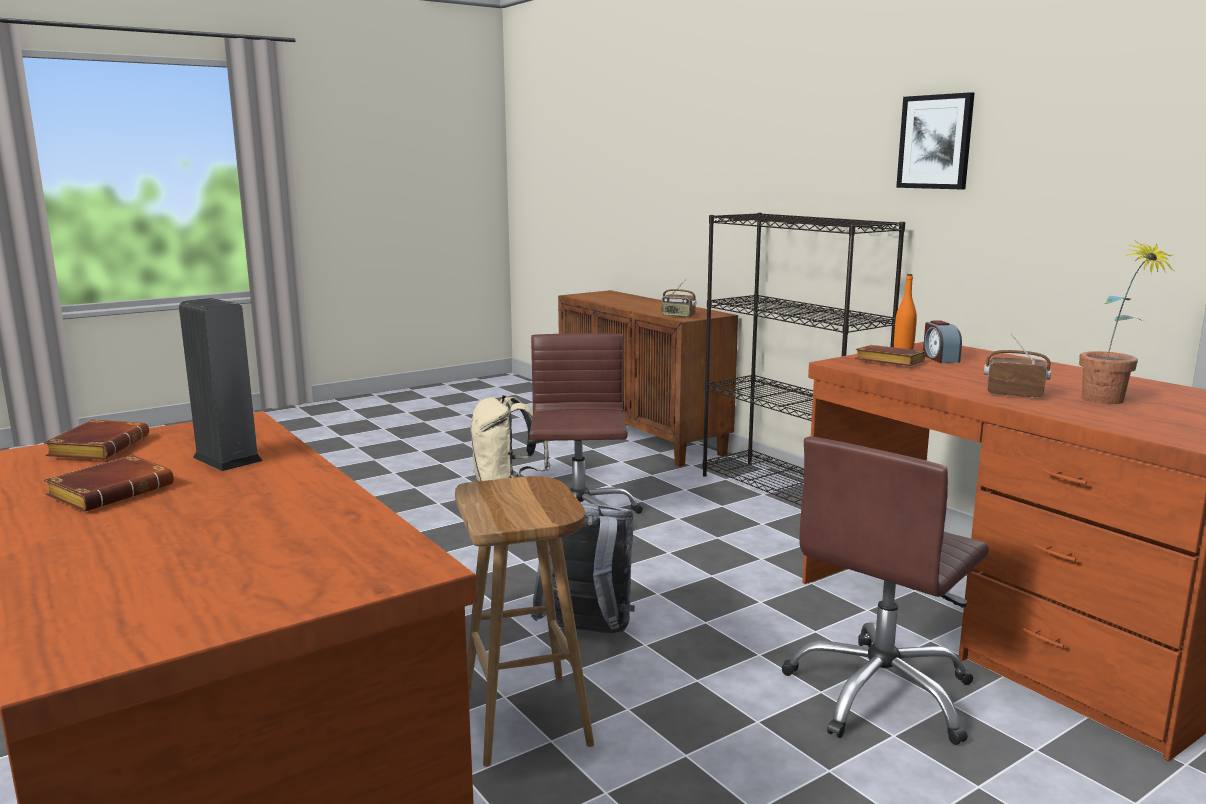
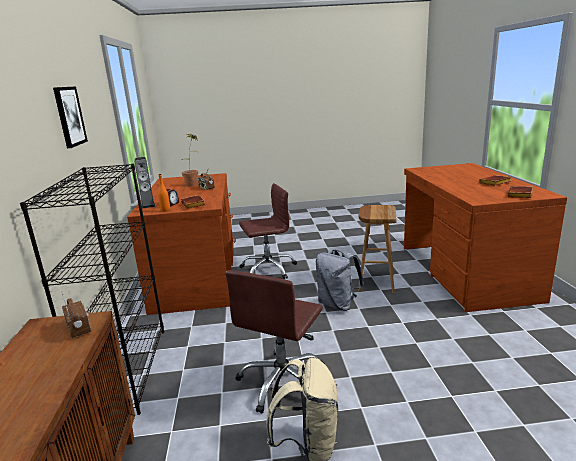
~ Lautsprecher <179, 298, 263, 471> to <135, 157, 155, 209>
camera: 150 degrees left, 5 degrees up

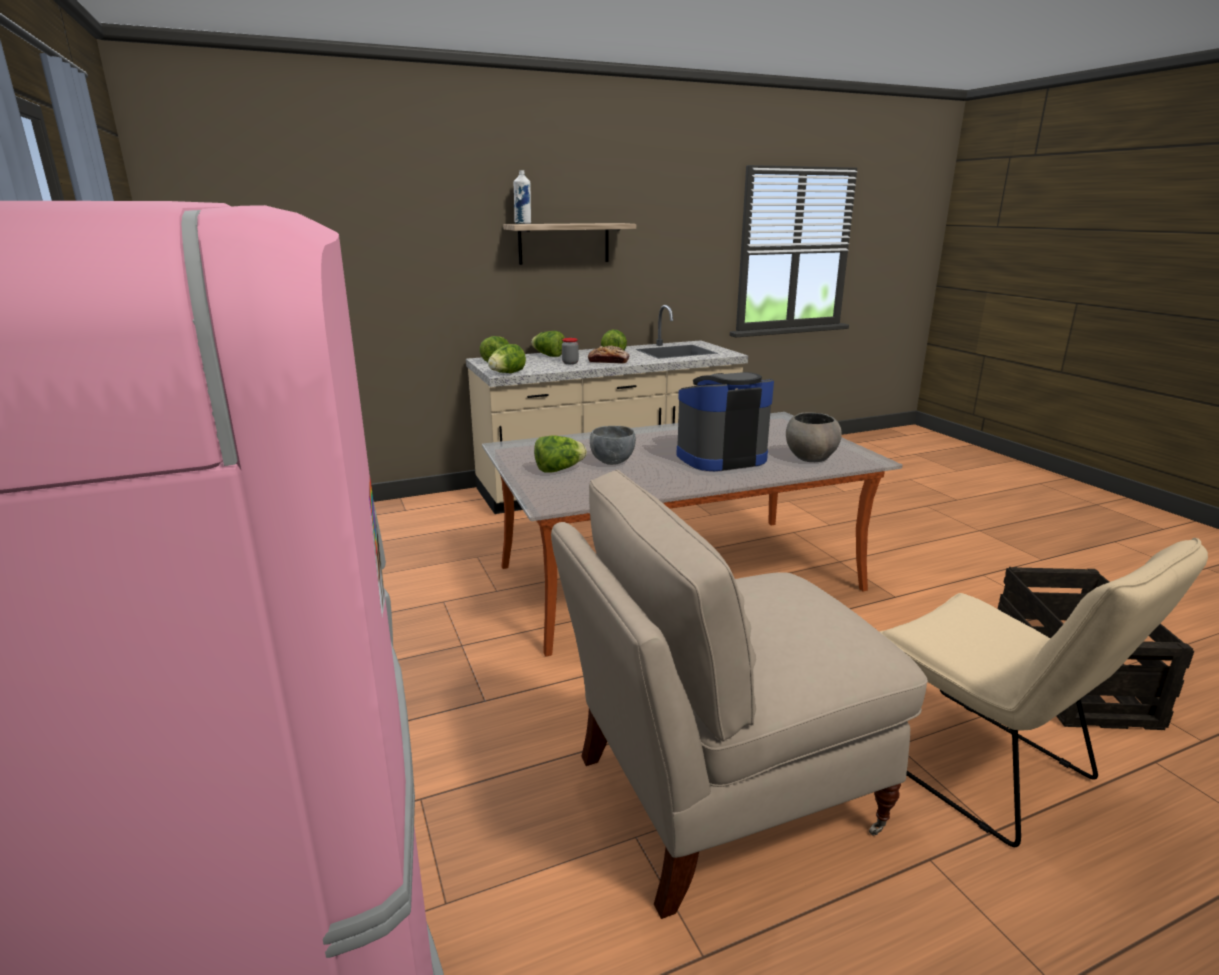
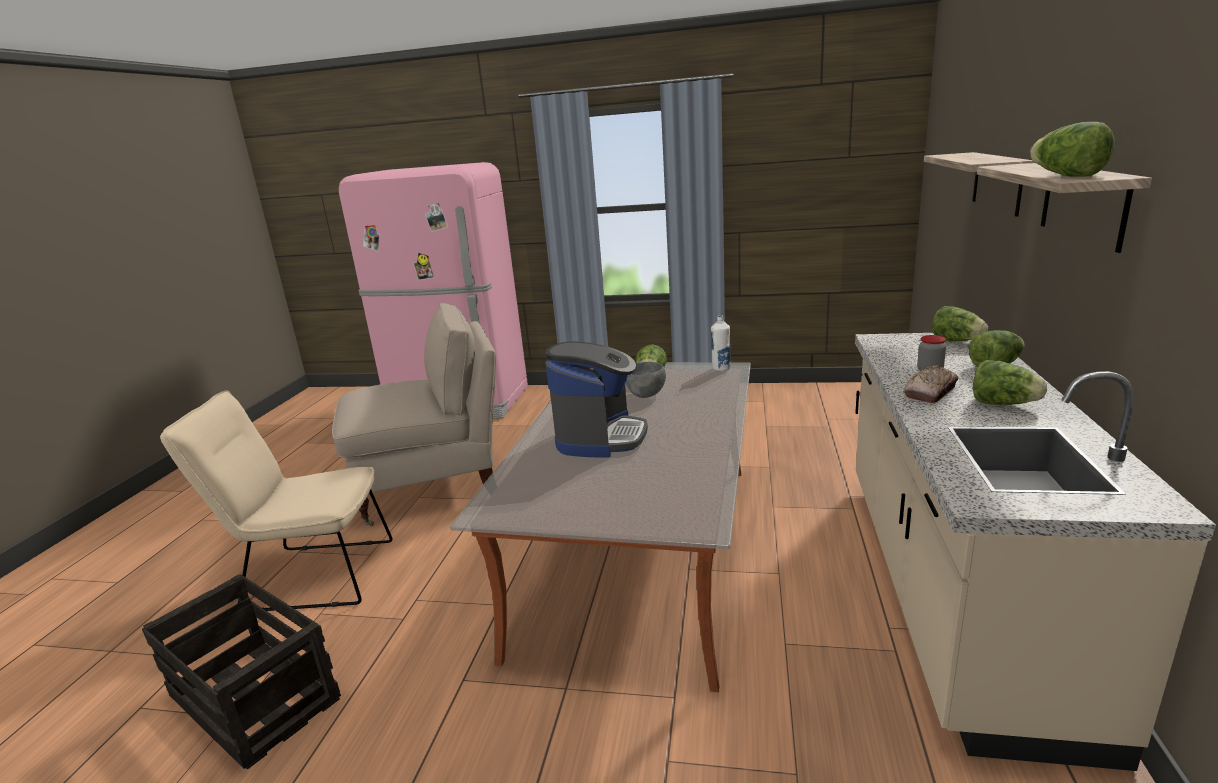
~ Stuhl/beige <551, 469, 928, 919> = <332, 303, 496, 526> 60 degrees clockwise
~ Flasche/weiß <514, 170, 531, 224> to <711, 315, 731, 371>
+ Wandregal <924, 152, 1034, 217>
~ Salatkopf <488, 344, 526, 373> to <1030, 122, 1115, 177>
- Schüssel/grau <786, 412, 842, 462>
camera: 125 degrees right, 0 degrees up

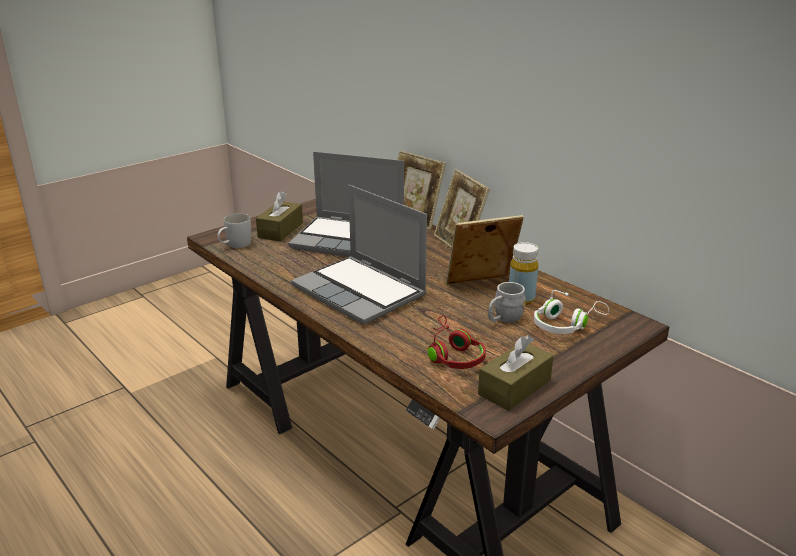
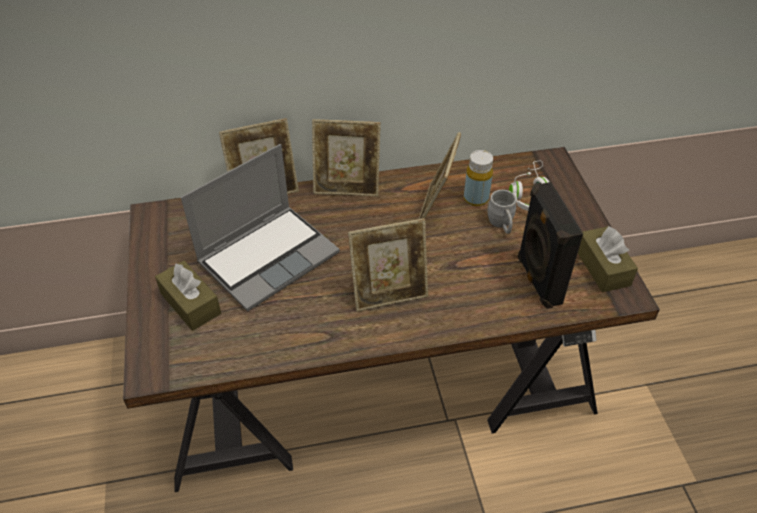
~ Laptop <291, 185, 427, 325> to Bilderrahmen <348, 218, 428, 312>
~ Kopfhörer/rot <428, 315, 486, 369> to Lautsprecher/schwarz <518, 182, 583, 309>
- Henkelbecher/weiß <217, 213, 251, 248>
camera: 60 degrees left, 20 degrees up

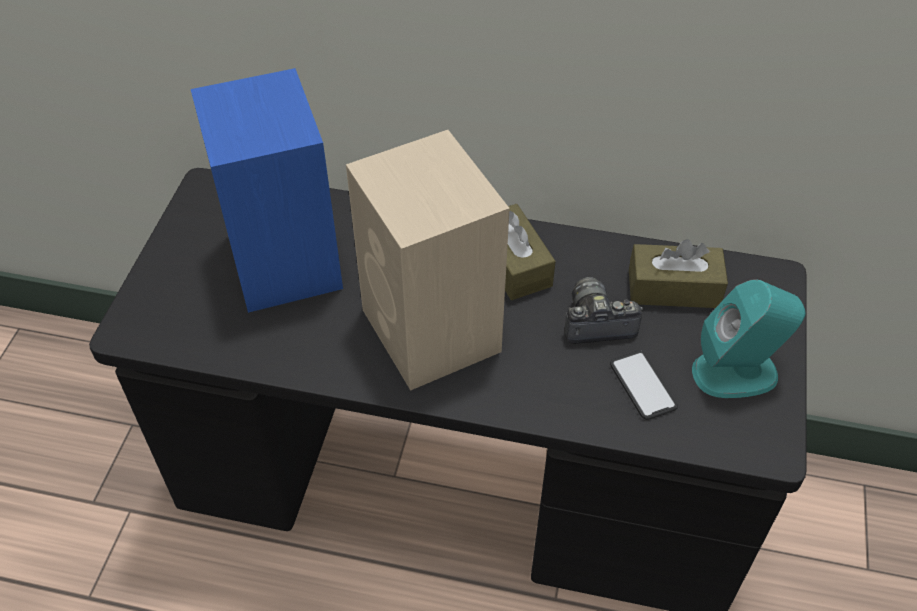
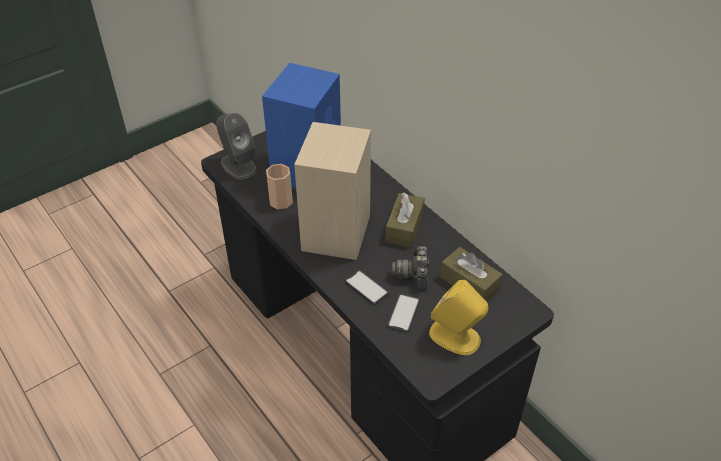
+ Lautsprecher/grau <216, 113, 257, 179>
+ Tasse <266, 164, 293, 209>
+ Handy <345, 270, 389, 305>
~ Kamera <564, 277, 643, 344> = <392, 246, 429, 290> 120 degrees counterclockwise
~ Lautsprecher/türkis <692, 279, 805, 398> to Lautsprecher/gelb <429, 280, 488, 355>
camera: 40 degrees right, 5 degrees down

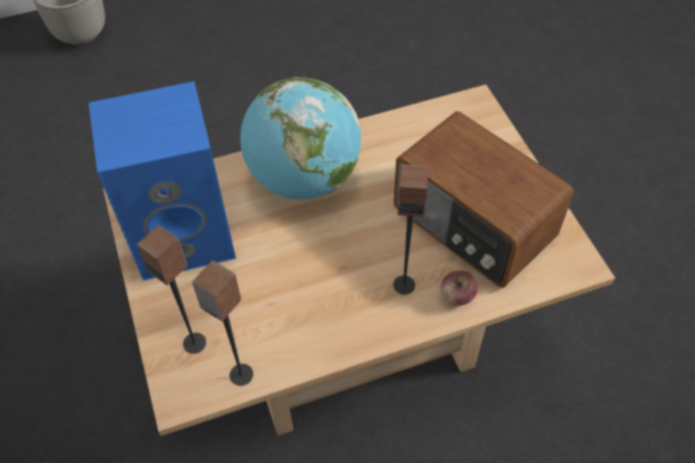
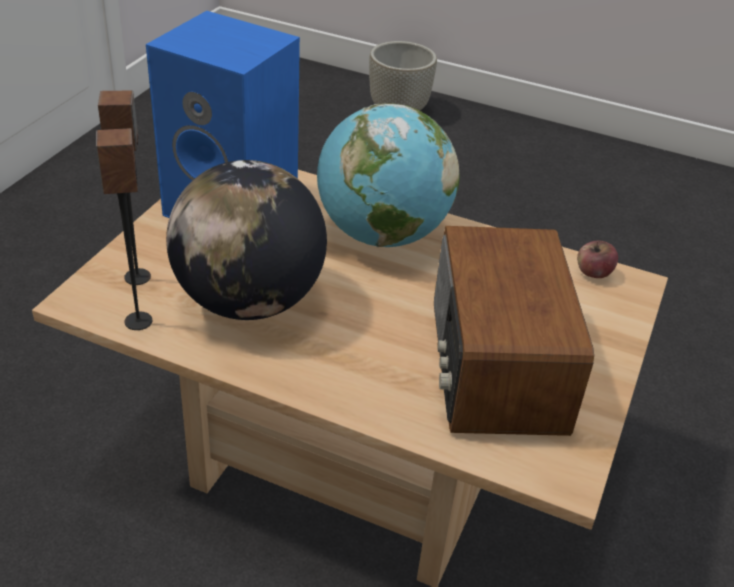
+ Globus <166, 160, 327, 320>
~ Apfel <440, 271, 478, 306> to <577, 241, 618, 278>
- Lautsprecher <393, 165, 428, 295>
camera: 40 degrees right, 15 degrees down

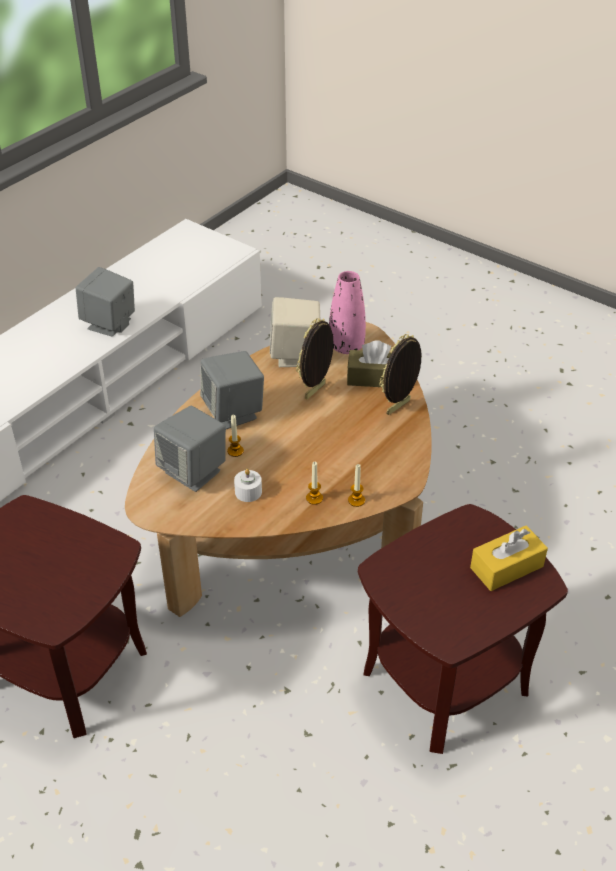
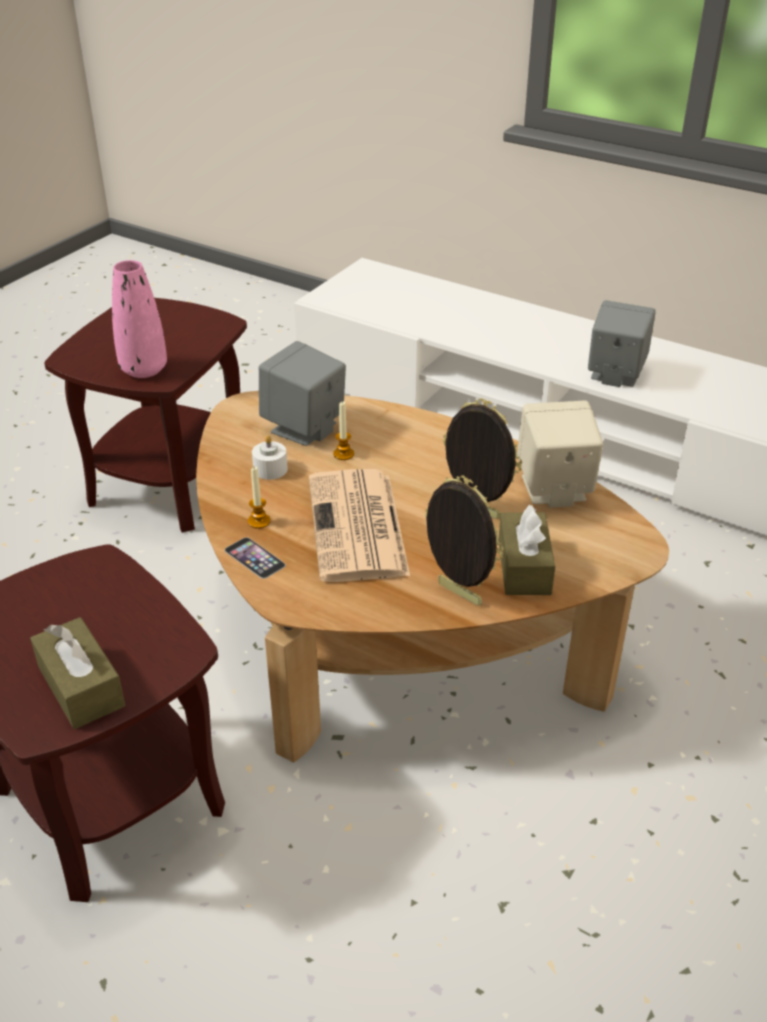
~ Taschentuchbox/gelb <470, 525, 548, 591> to Taschentuchbox/braun <30, 617, 125, 729>
~ Vase/rosa <329, 271, 366, 354> to <112, 260, 167, 378>
~ Kerze <348, 464, 365, 507> to Handy <225, 537, 286, 579>
+ Zeitung <309, 469, 410, 582>
- Lautsprecher/grau <200, 351, 264, 429>
camera: 85 degrees right, 5 degrees down

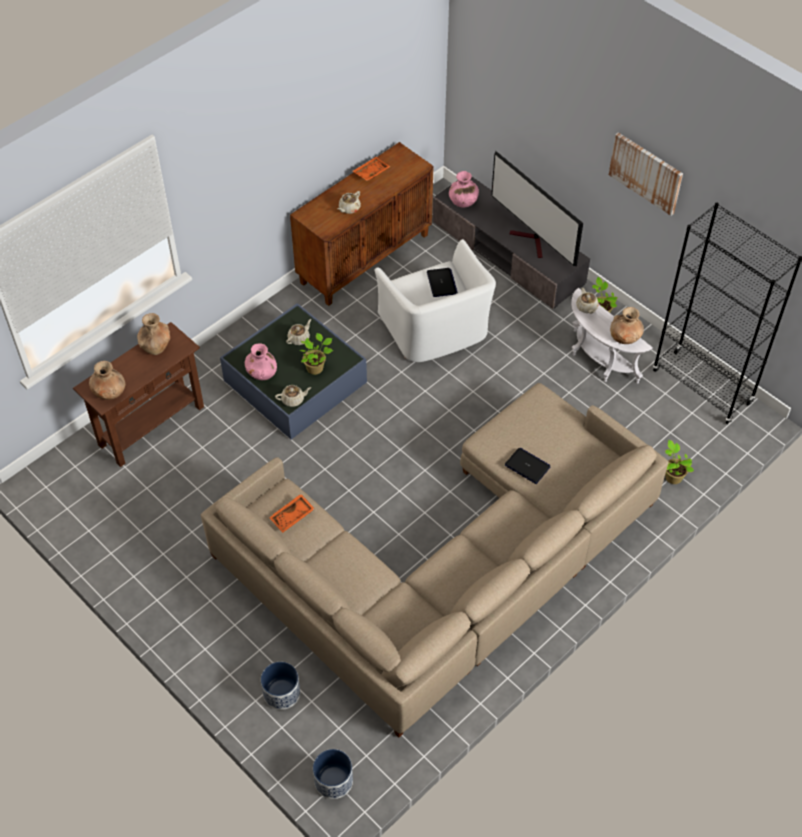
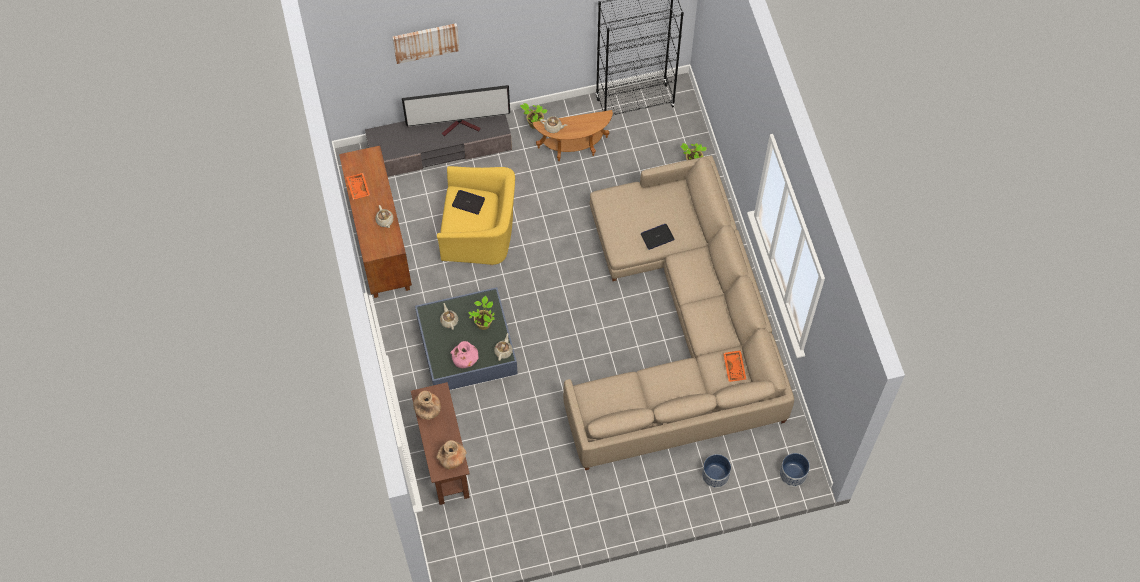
~ Bild <609, 132, 683, 216> to <392, 23, 460, 64>
~ Sessel/weiß <374, 239, 496, 362> to Sessel/gelb <437, 166, 515, 266>
~ Beistelltisch/weiß <571, 288, 653, 383> to Beistelltisch/braun <533, 110, 613, 161>
~ Tablett/orange <269, 494, 315, 533> to <723, 350, 746, 382>
- Vase/rosa <449, 171, 479, 208>
- Vase/braun <610, 307, 644, 344>
camera: 60 degrees left, 10 degrees up

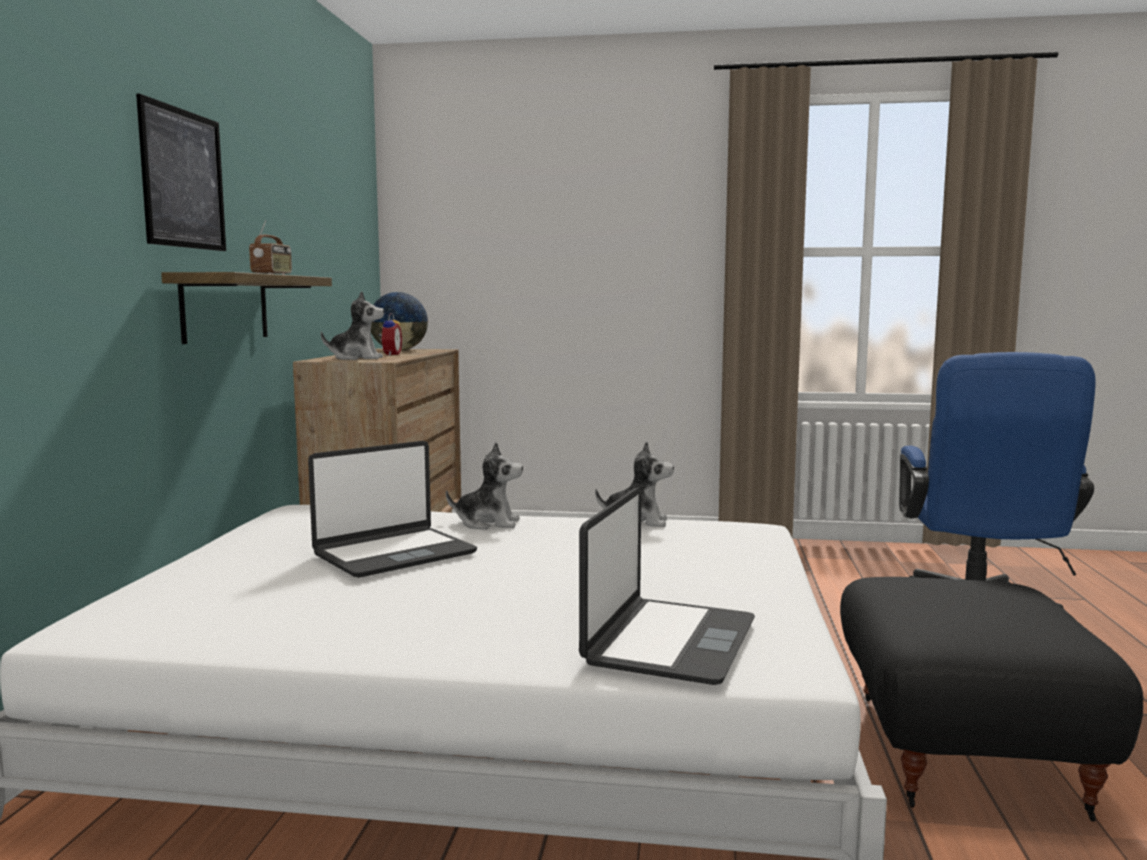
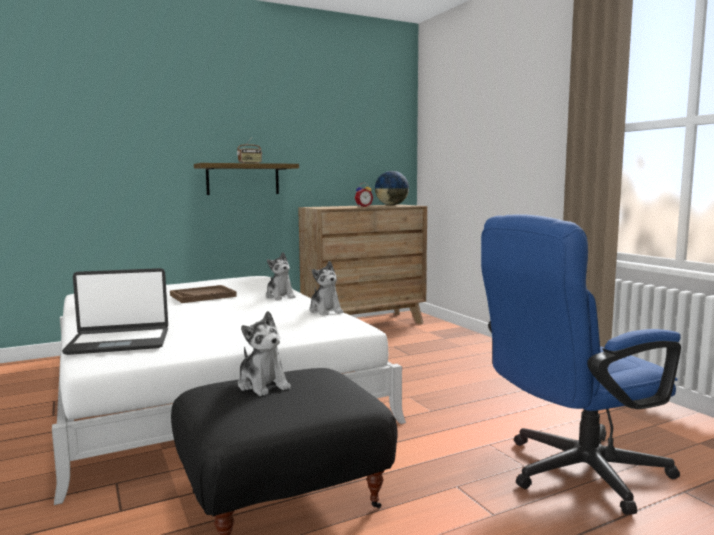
~ Laptop <308, 441, 477, 578> to Tablett/braun <170, 285, 237, 303>
~ Plüschtier <321, 291, 384, 360> to <238, 311, 291, 396>
- Bild <136, 94, 226, 251>
camera: 55 degrees right, 0 degrees up

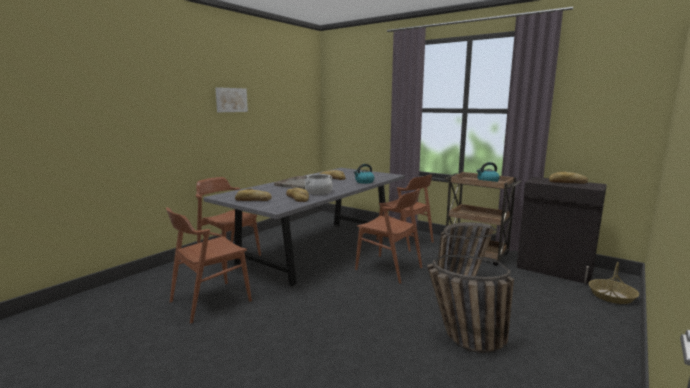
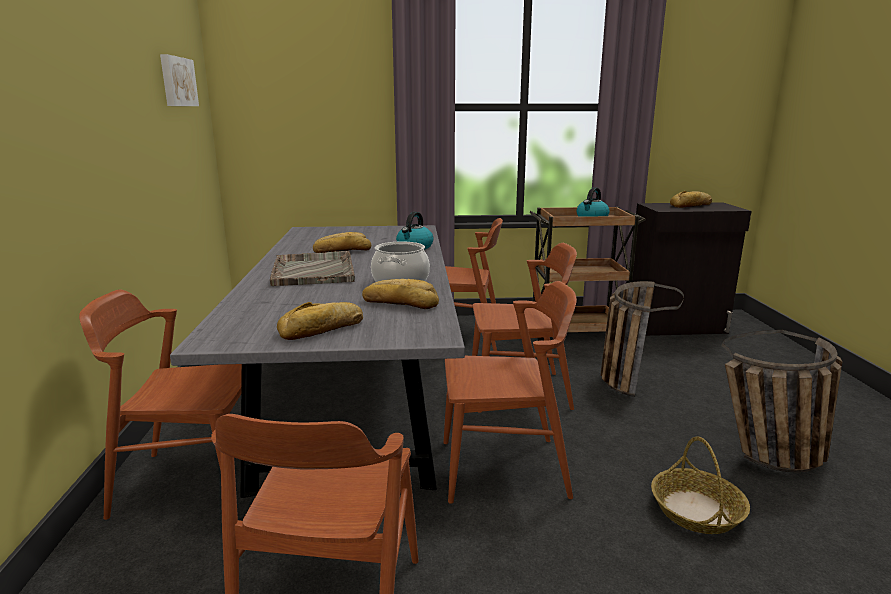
~ Bild <215, 87, 248, 112> to <160, 54, 199, 106>
+ Stuhl/braun <443, 281, 577, 504>
~ Korb <588, 262, 639, 304> to <651, 437, 750, 534>
camera: 40 degrees left, 5 degrees up

